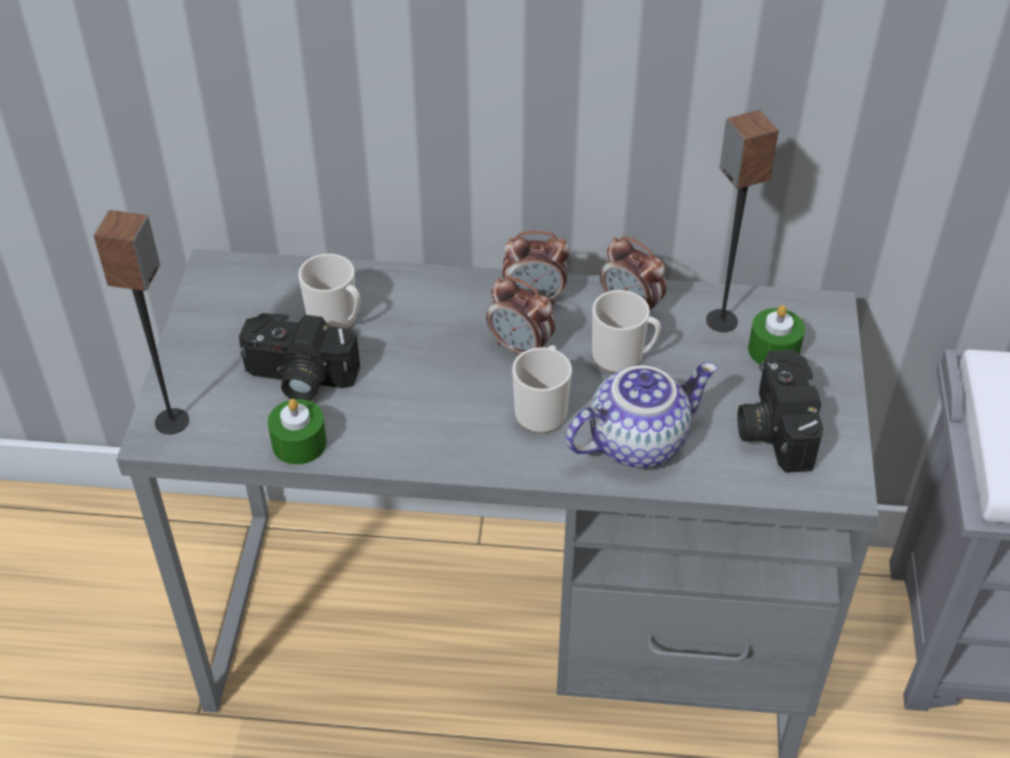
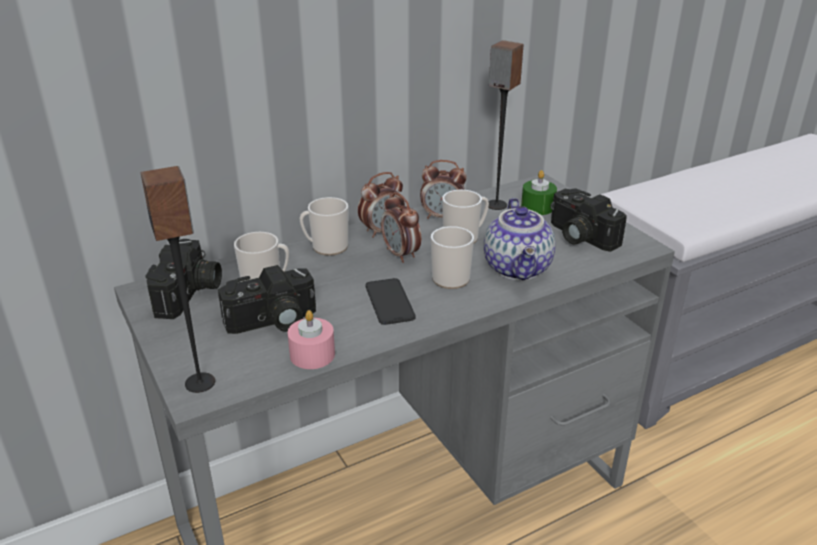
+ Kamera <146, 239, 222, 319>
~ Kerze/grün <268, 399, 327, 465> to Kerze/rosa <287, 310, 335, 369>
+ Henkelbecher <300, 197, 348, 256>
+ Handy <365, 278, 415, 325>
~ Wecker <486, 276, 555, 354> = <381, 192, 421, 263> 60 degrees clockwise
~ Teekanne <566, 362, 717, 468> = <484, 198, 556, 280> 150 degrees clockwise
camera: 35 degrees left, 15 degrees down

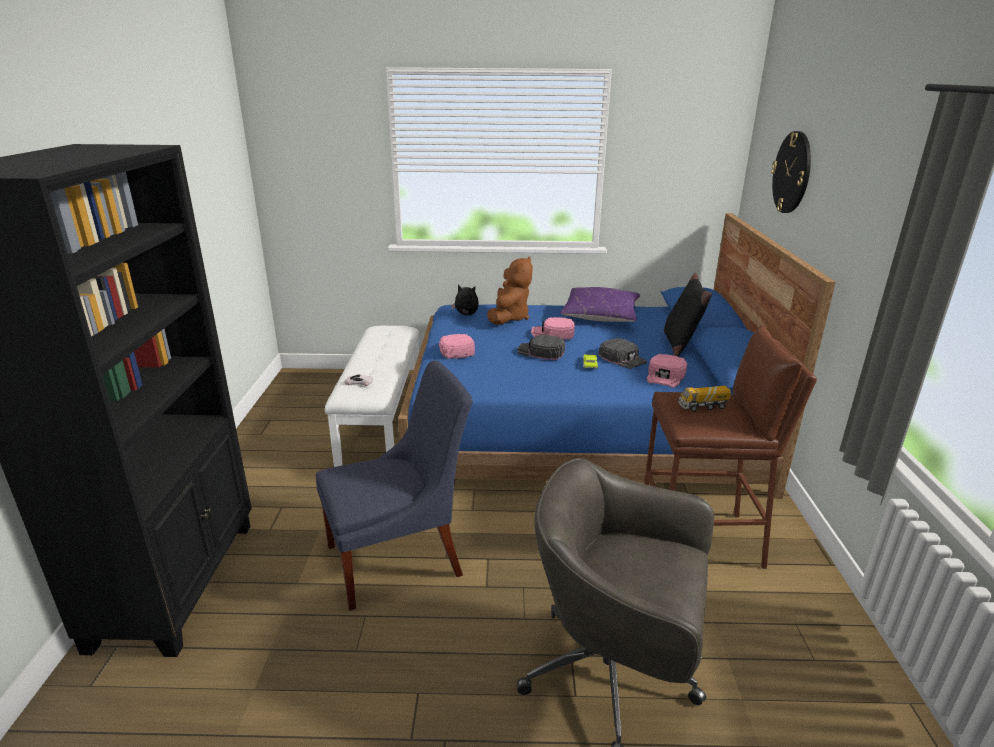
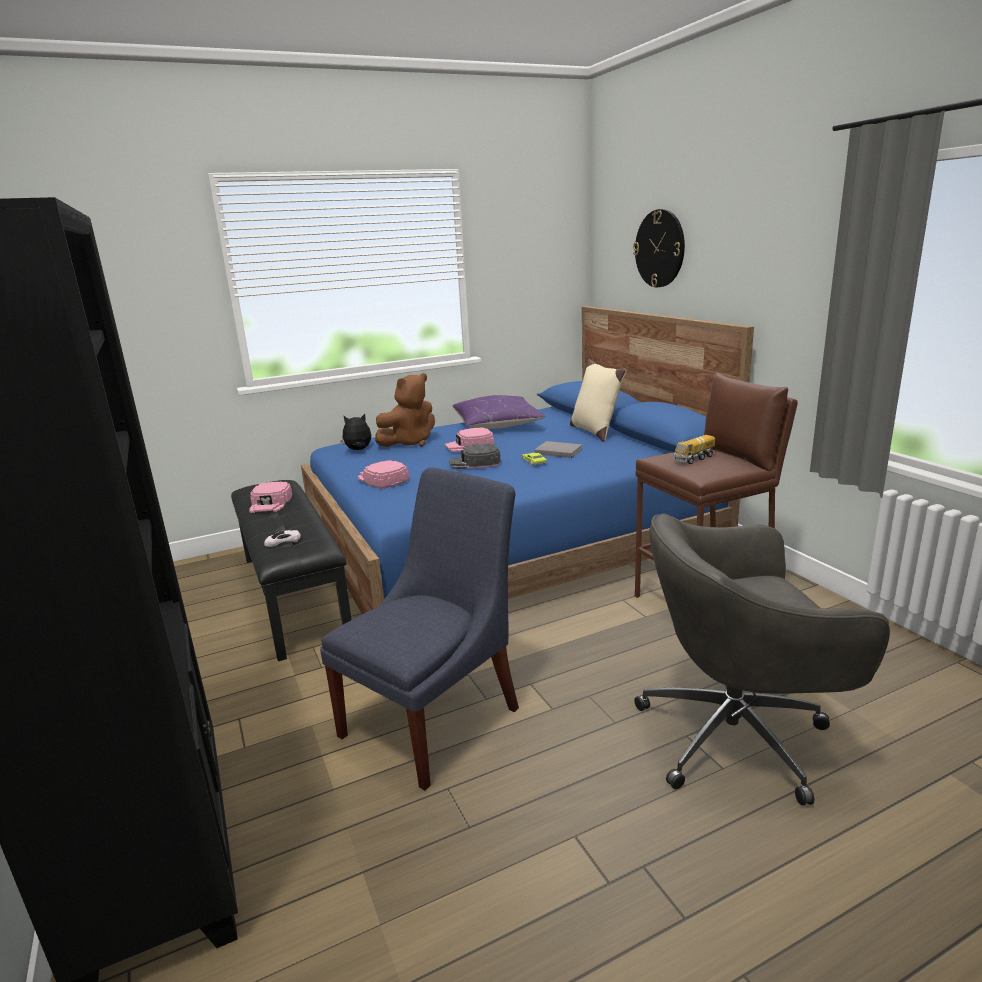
~ Bank/weiß <325, 326, 420, 467> to Bank/schwarz <231, 480, 352, 661>
~ Kappe/rosa <647, 354, 687, 388> to <249, 481, 292, 513>
~ Plüschtier/braun <487, 256, 533, 325> = <375, 373, 435, 447> 60 degrees clockwise
~ Kappe/schwarz <599, 338, 647, 369> to Buch/grau <535, 441, 582, 458>
~ Kissen/schwarz <664, 273, 712, 356> to Kissen/beige <570, 359, 626, 442>
camera: 25 degrees left, 5 degrees down

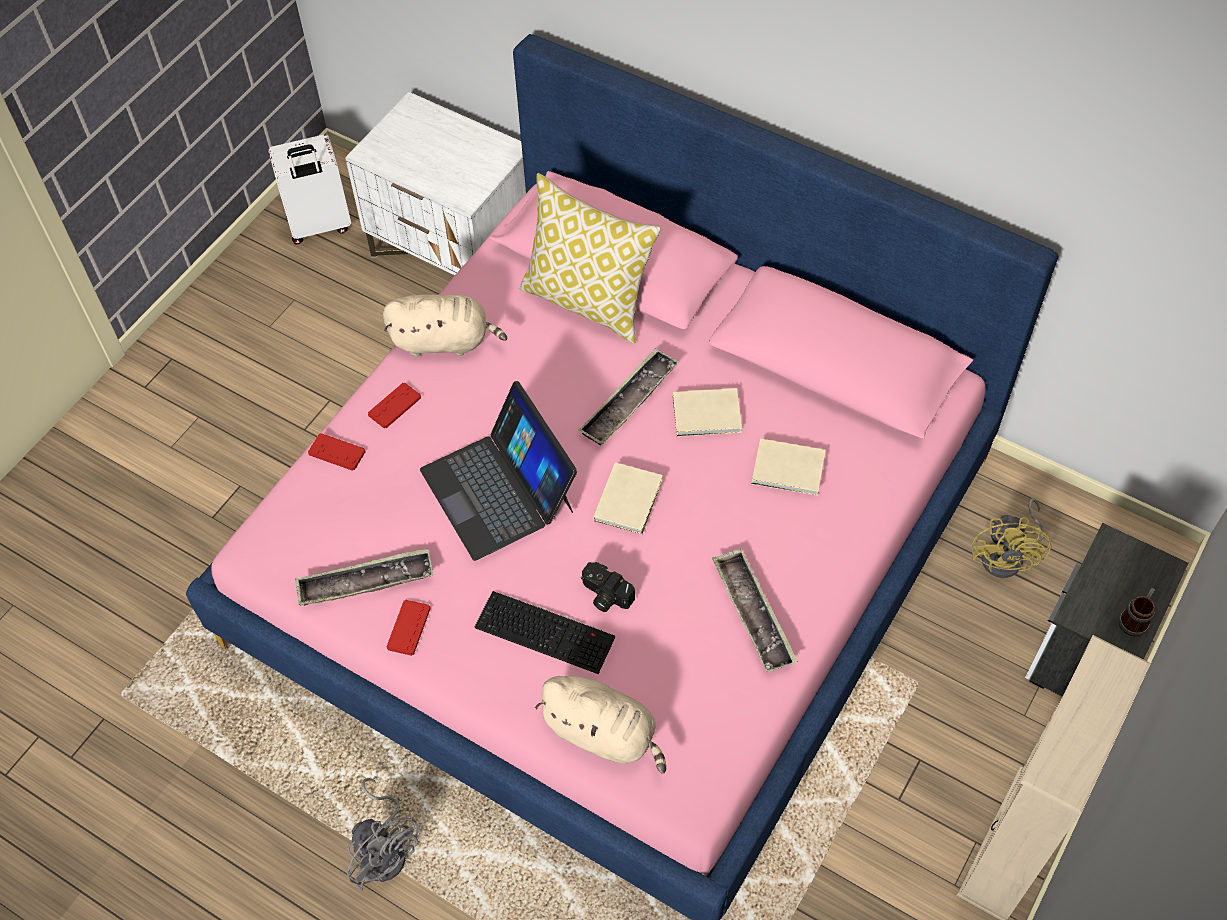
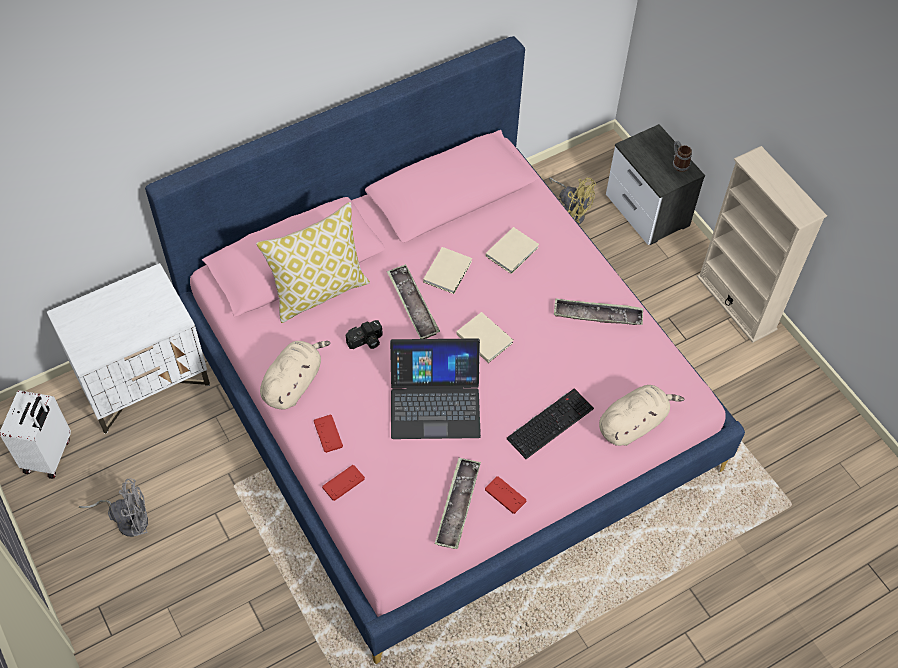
~ Ventilator/grau <347, 778, 419, 892> to <79, 478, 148, 537>
~ Kamera <581, 562, 635, 612> to <346, 320, 383, 349>
camera: 65 degrees left, 0 degrees up

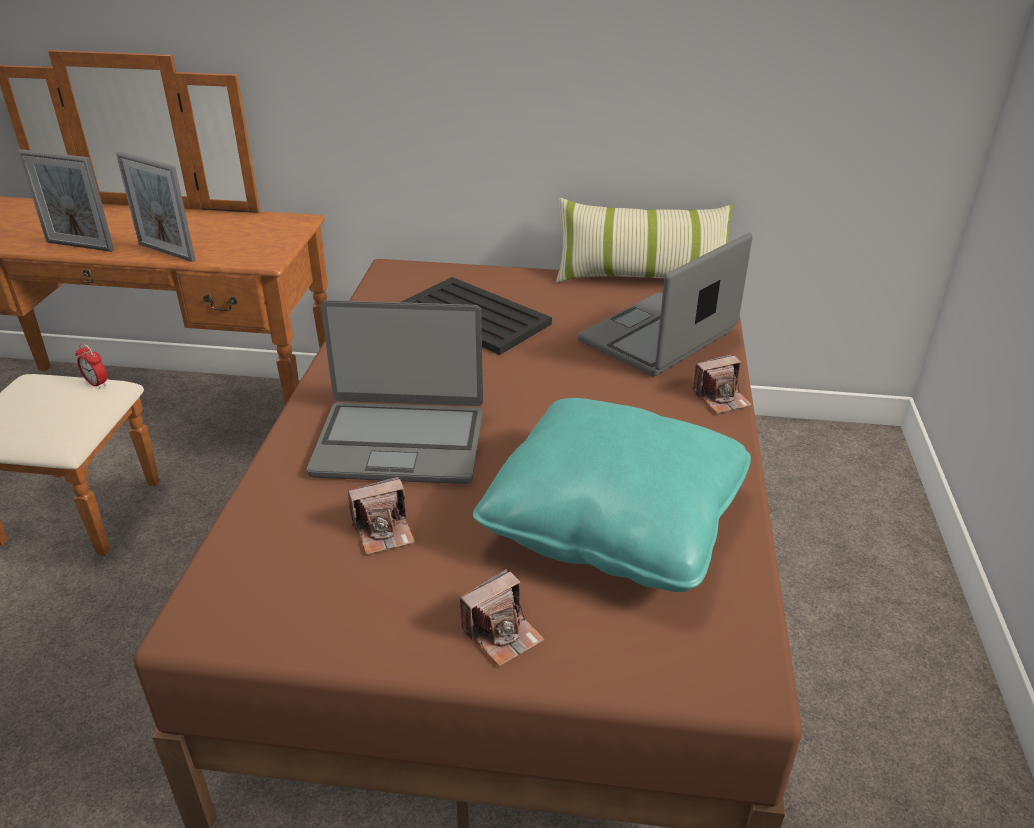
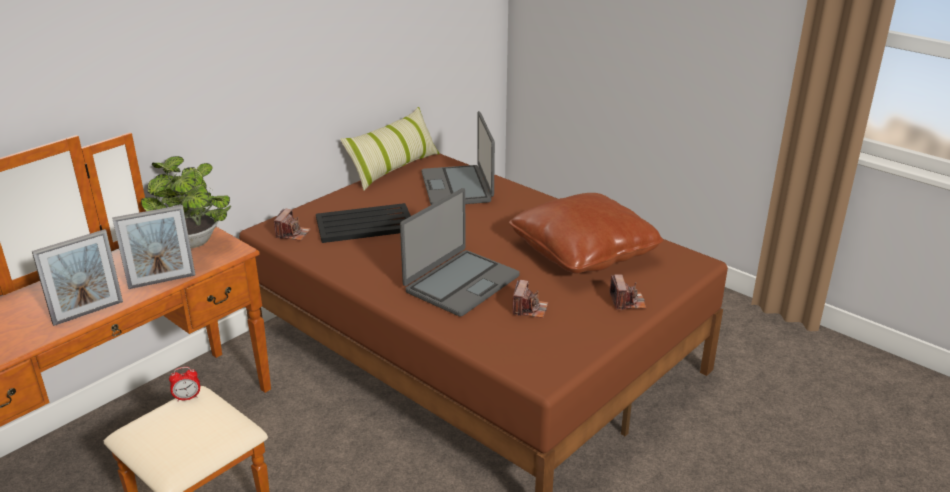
+ Topfpflanze <141, 156, 231, 248>
~ Kamera <693, 354, 752, 414> to <274, 209, 311, 241>
~ Kissen/türkis <473, 398, 751, 592> to Kissen/braun <509, 193, 663, 274>
camera: 55 degrees left, 5 degrees down

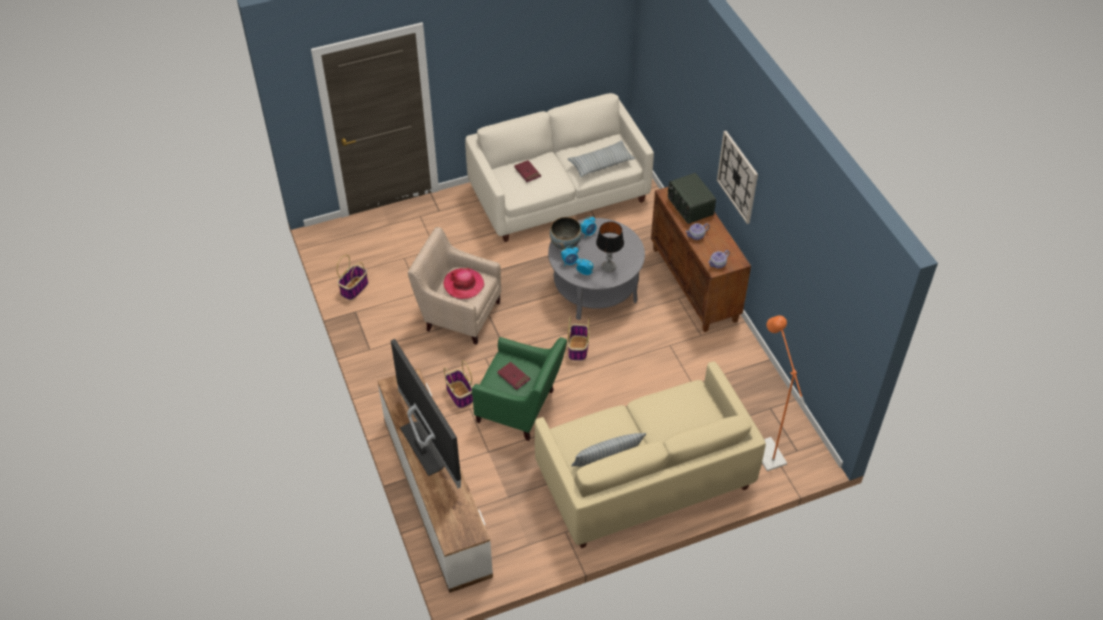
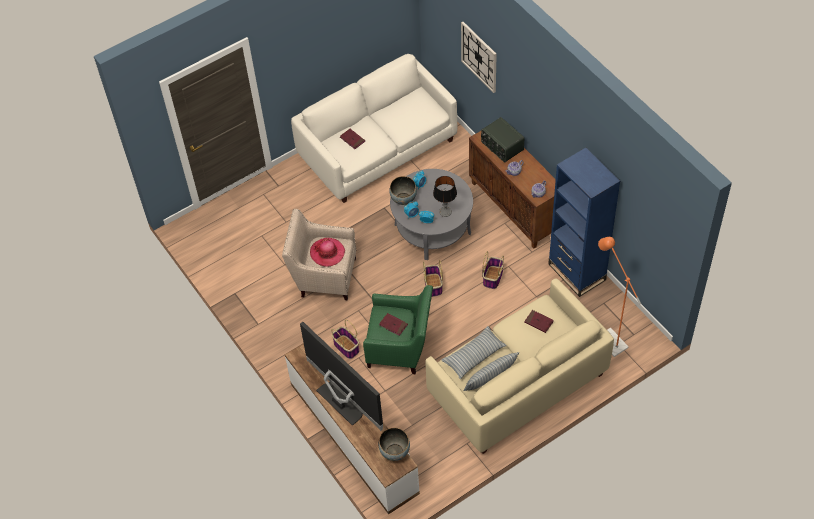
+ Schüssel <379, 428, 410, 461>
~ Kissen <568, 141, 635, 177> to <442, 326, 506, 379>
~ Wanduhr <717, 131, 758, 224> to <461, 22, 497, 93>
~ Korb <337, 255, 369, 300> to <483, 251, 504, 289>
+ Buch/rot <524, 310, 554, 333>
+ Bücherregal/blau <548, 148, 620, 297>
camera: 10 degrees left, 5 degrees up

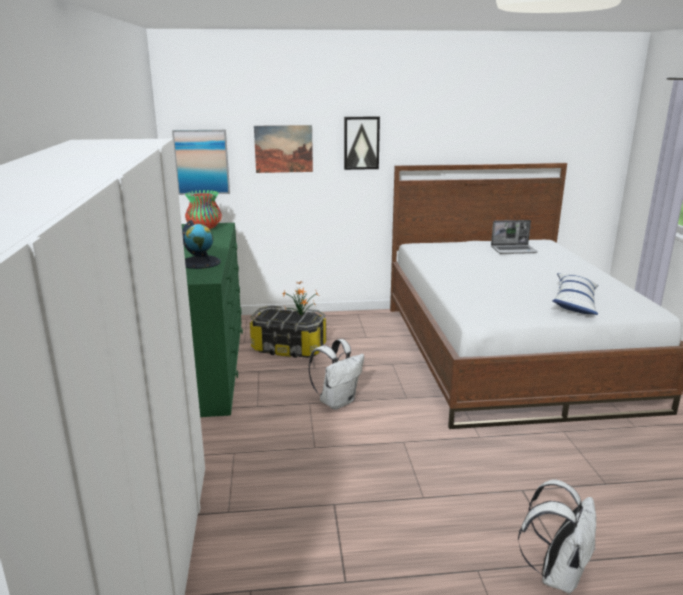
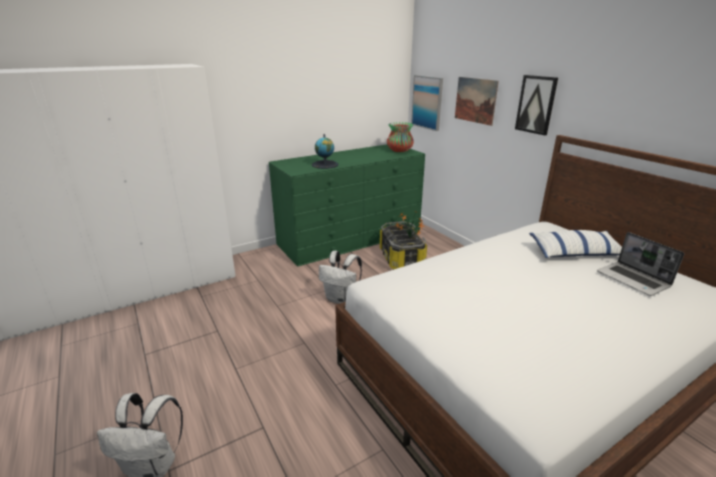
~ Kissen <552, 273, 598, 315> to <529, 230, 622, 258>
camera: 65 degrees right, 5 degrees up

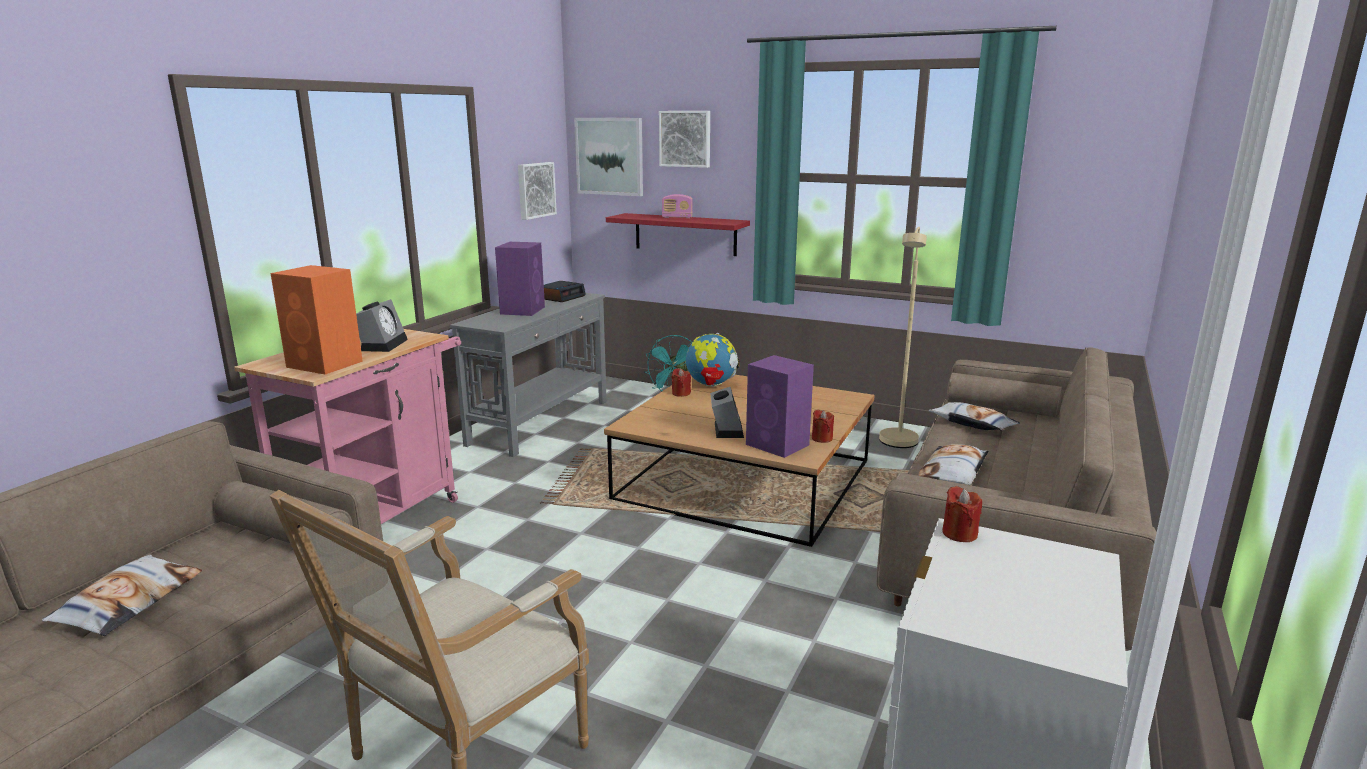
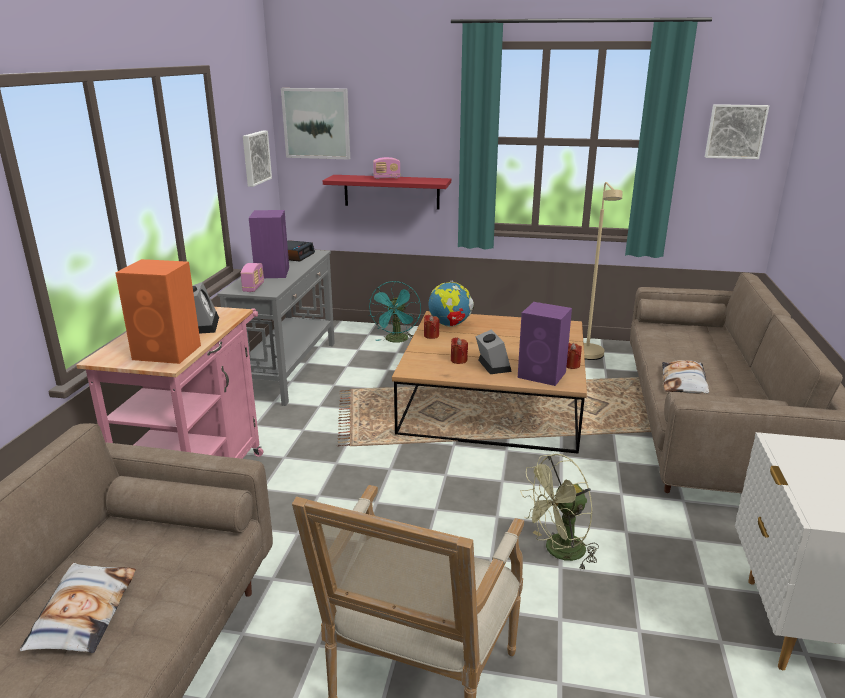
+ Radio <241, 263, 264, 292>
~ Kerze/rot <942, 486, 982, 542> to <451, 337, 468, 364>
+ Ventilator/grün <520, 454, 599, 571>
~ Bild <659, 111, 710, 168> to <705, 104, 769, 159>
- Kissen <929, 402, 1020, 430>
camera: 15 degrees left, 5 degrees up

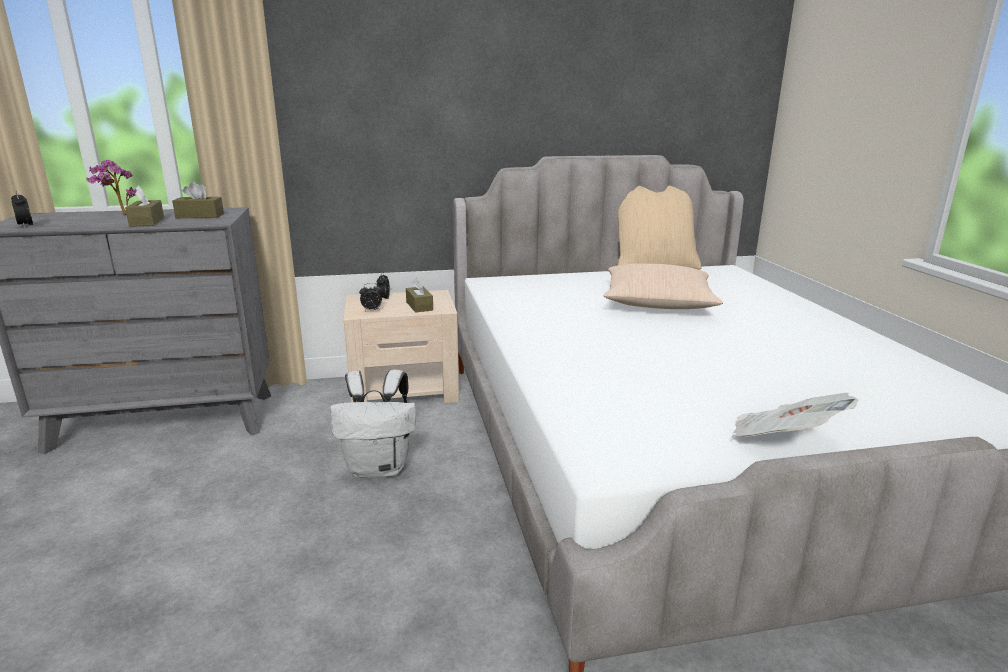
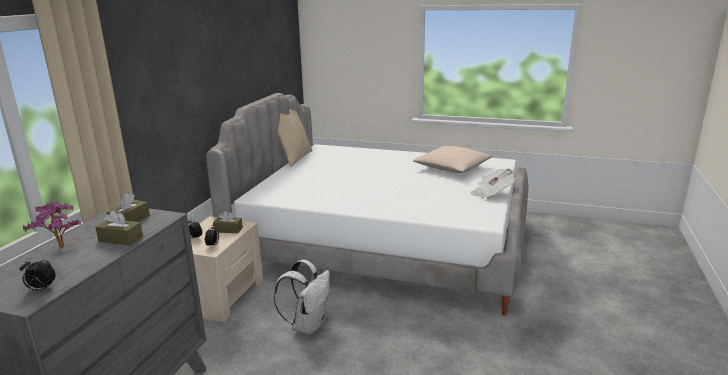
~ Kissen/beige <604, 263, 723, 309> to <413, 146, 492, 173>
camera: 60 degrees left, 0 degrees up

